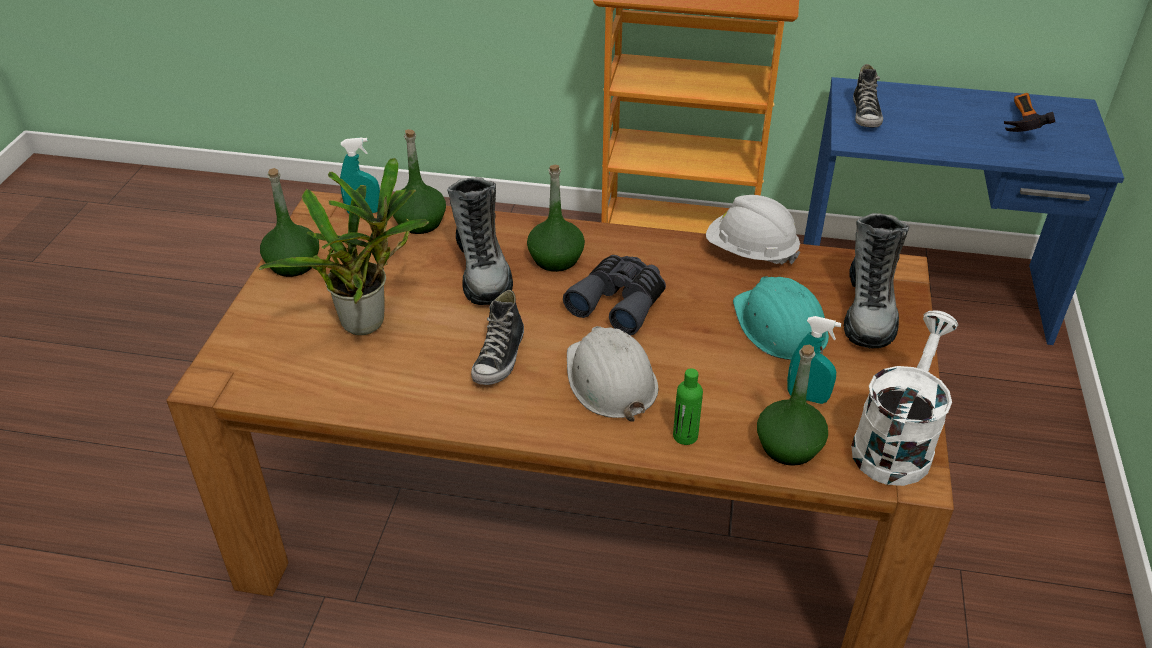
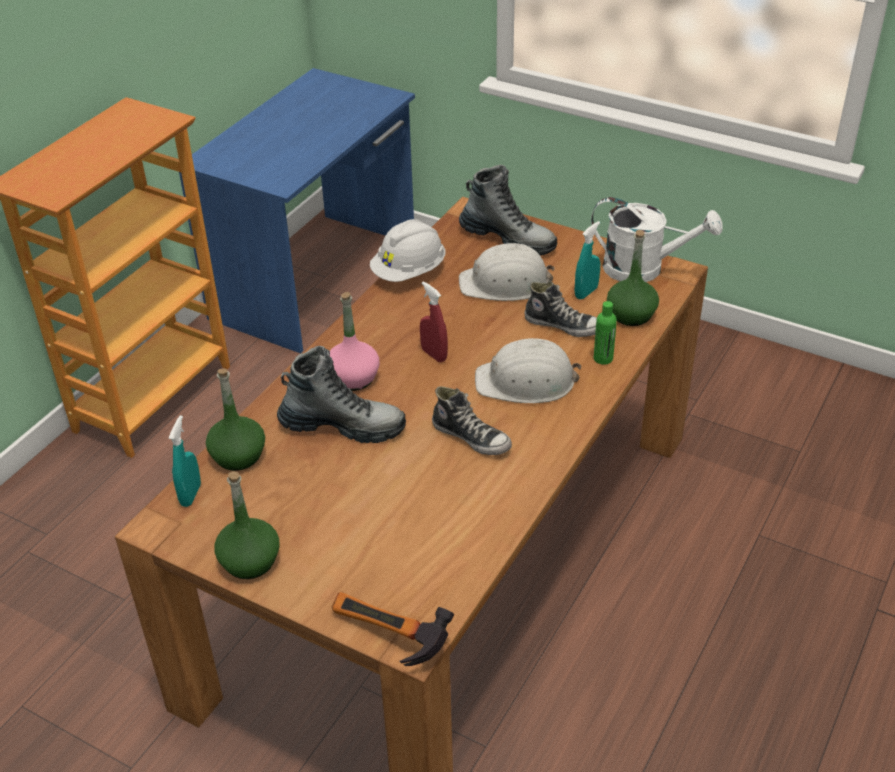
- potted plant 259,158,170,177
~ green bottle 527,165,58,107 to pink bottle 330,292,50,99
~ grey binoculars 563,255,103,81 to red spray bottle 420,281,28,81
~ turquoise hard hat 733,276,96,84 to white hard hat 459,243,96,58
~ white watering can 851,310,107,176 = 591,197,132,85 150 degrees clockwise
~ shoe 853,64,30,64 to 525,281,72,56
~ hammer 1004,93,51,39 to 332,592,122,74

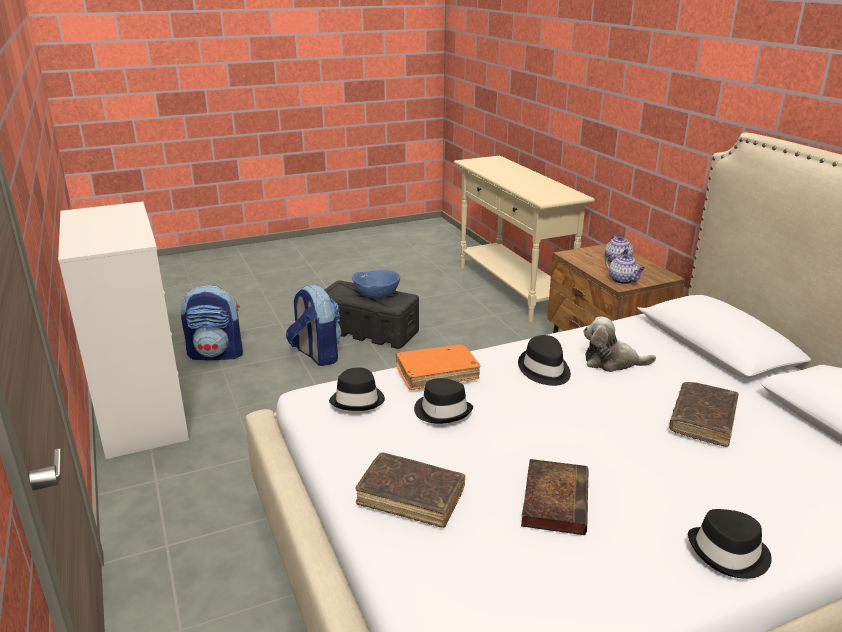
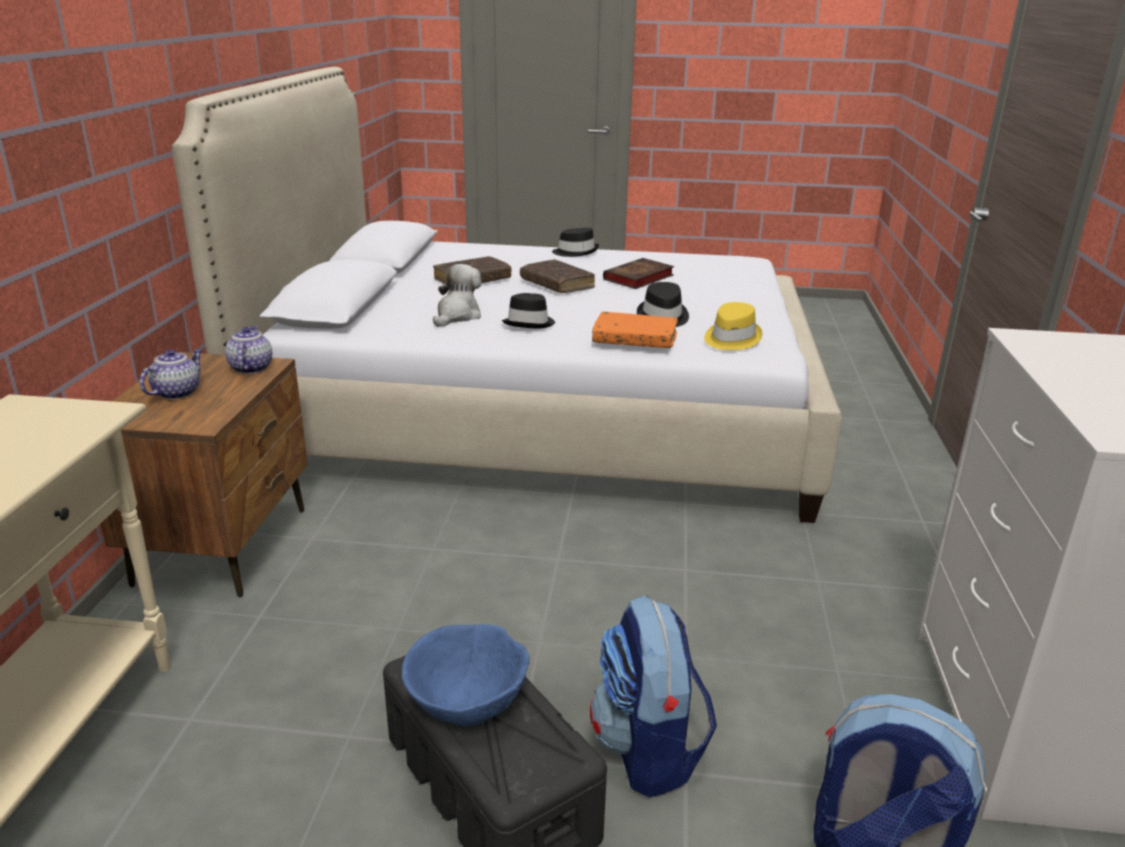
~ black hat 329,368,56,43 to yellow hat 704,302,58,48
~ brown book 355,452,111,76 to 520,259,75,34
~ plush toy 584,316,72,56 = 433,264,49,63 105 degrees counterclockwise

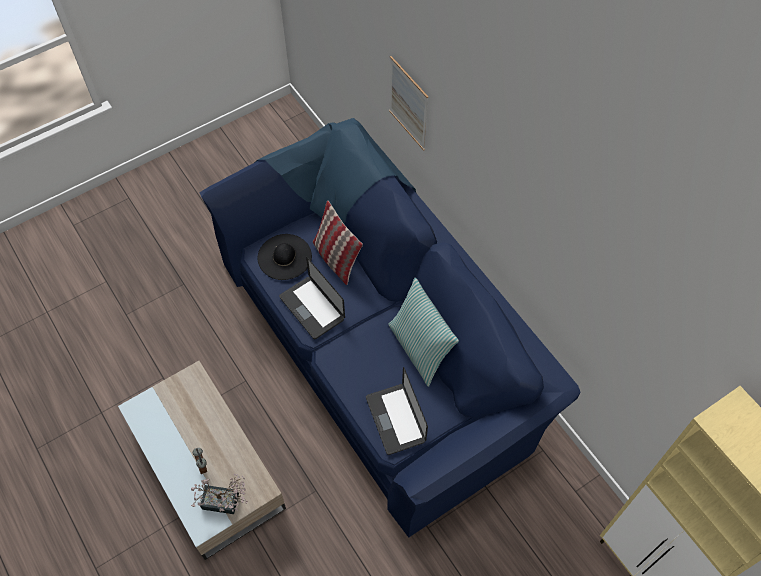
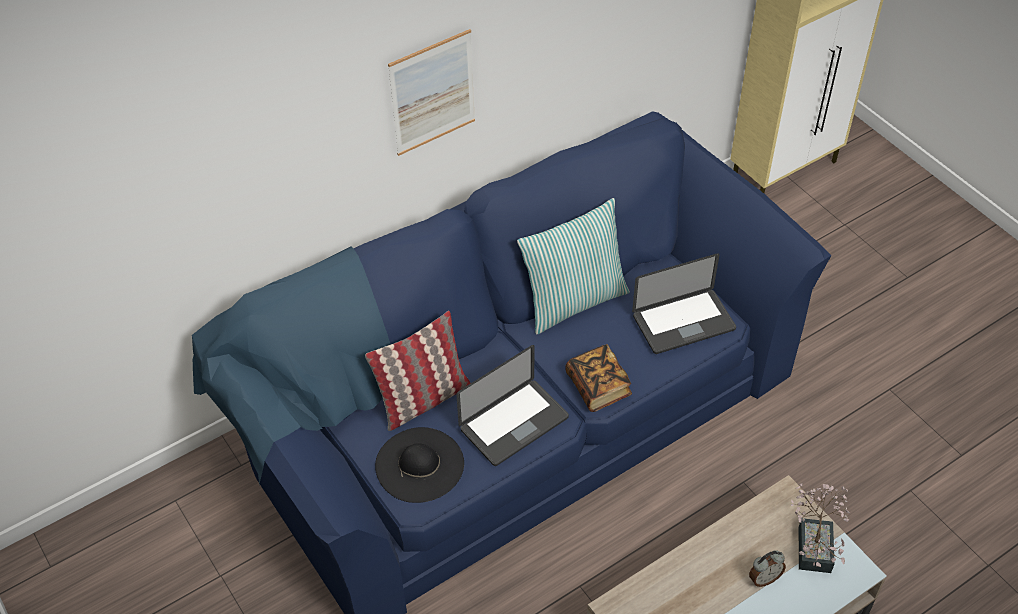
~ picture 389,56,39,95 to 388,29,87,127
+ book 565,344,67,68

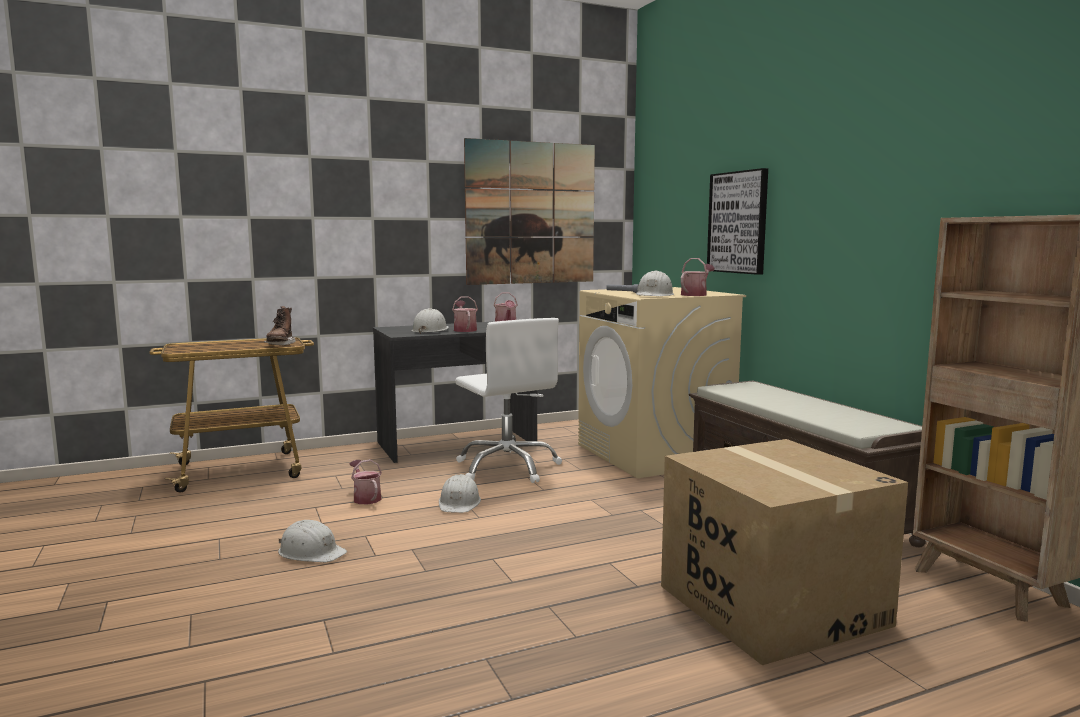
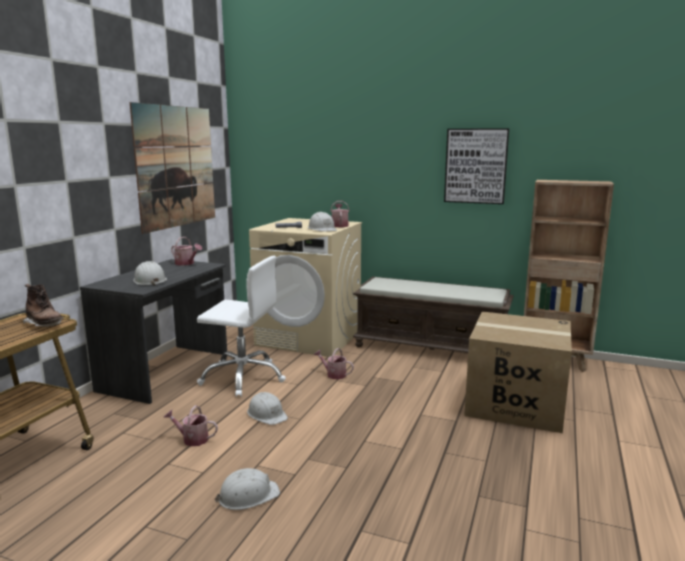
~ watering can 452,296,26,36 to 314,348,40,31
~ picture 707,168,61,107 to 444,128,65,76

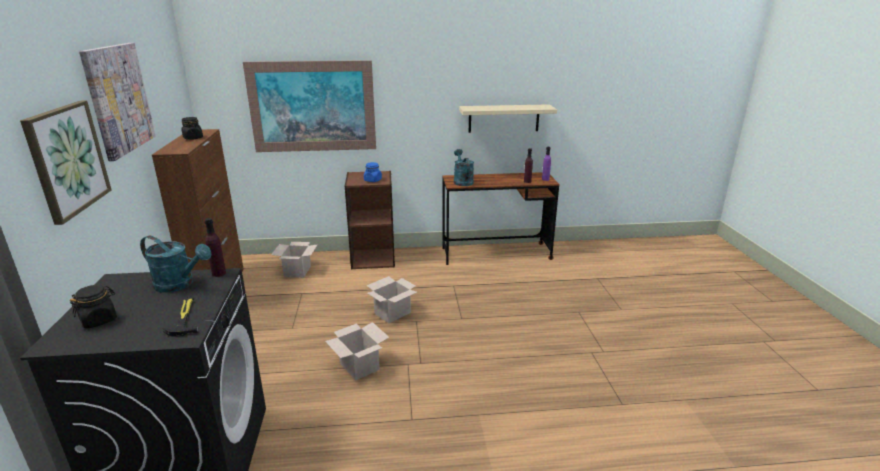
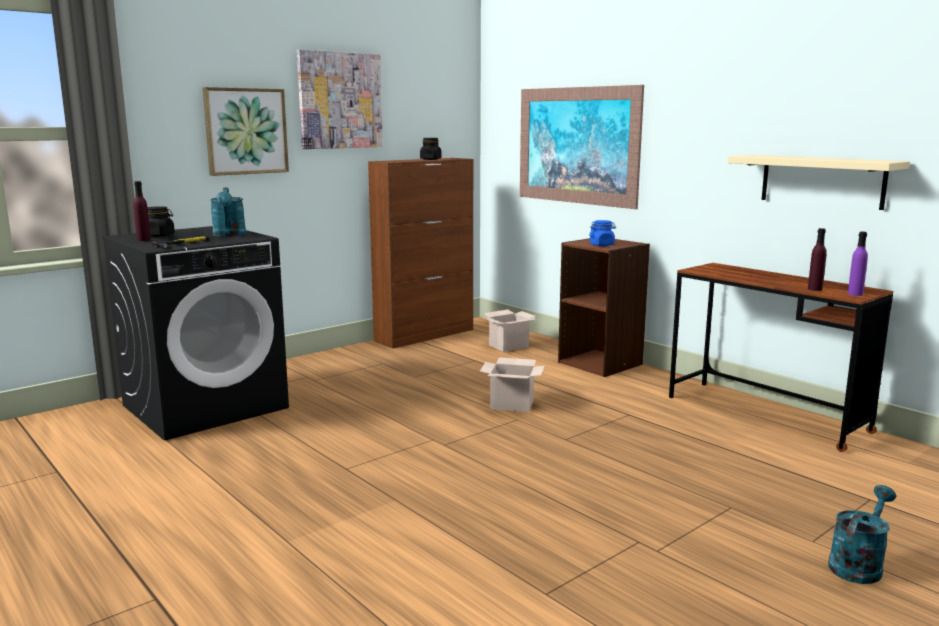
~ purple bottle 205,218,21,59 to 133,181,18,60
- cardboard box 325,322,64,59
~ turquoise watering can 454,149,20,37 to 828,485,68,99

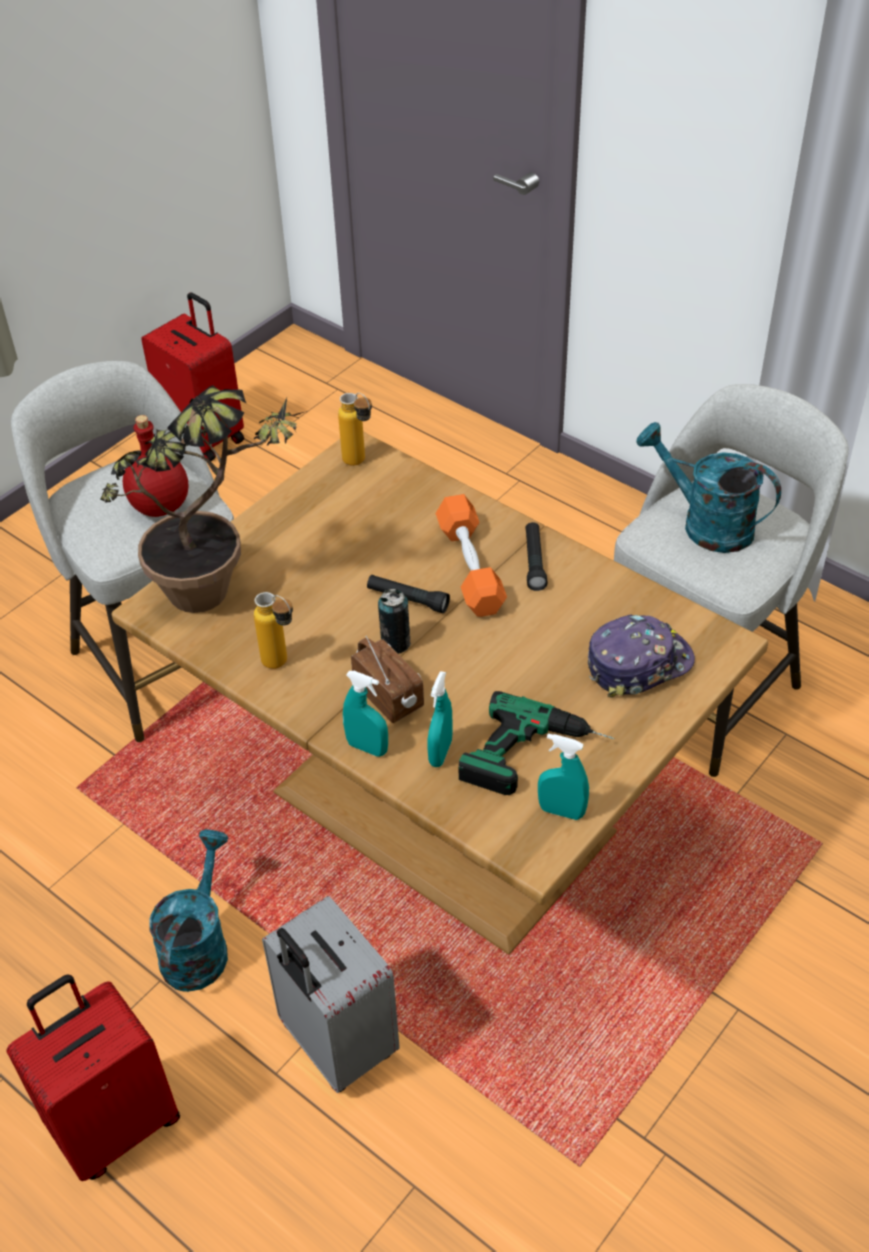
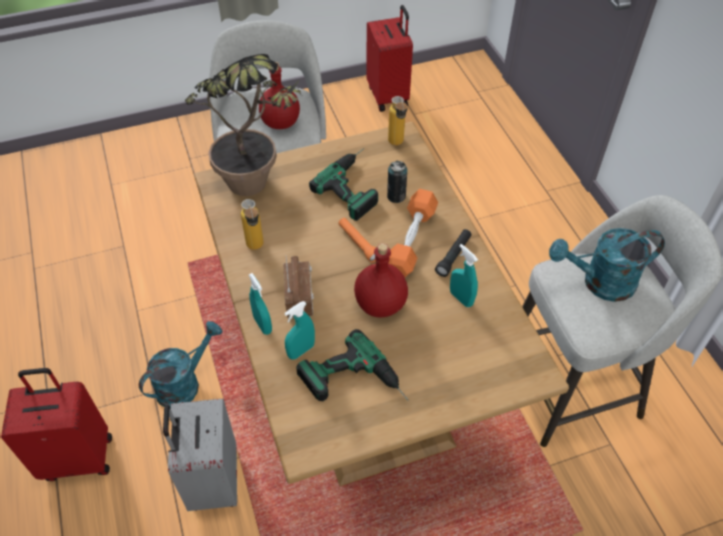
~ black flashlight 367,575,83,38 to orange flashlight 338,218,38,45
~ can 378,589,33,65 to 387,161,20,42
~ turquoise spray bottle 538,733,51,87 to 450,244,28,63
- cap 588,614,107,84
~ turquoise watering can 636,422,145,131 = 549,228,116,74 75 degrees counterclockwise
+ power drill 309,148,69,73
+ red bottle 354,243,54,75

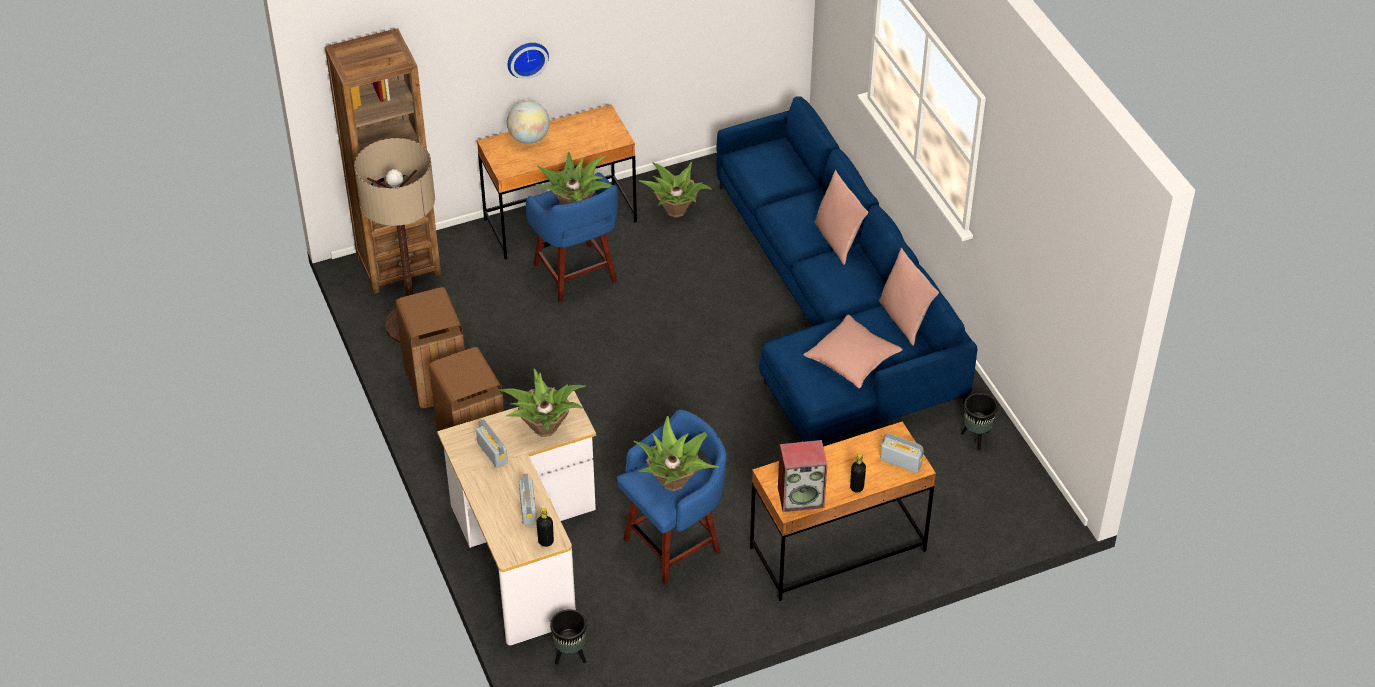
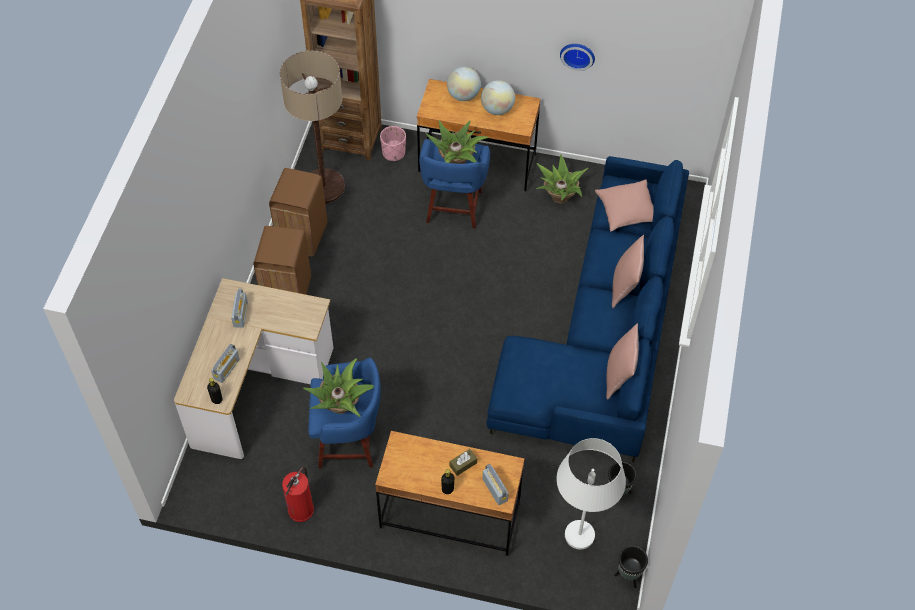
- potted plant 498,369,88,68
~ wall clock 508,43,41,36 to 560,44,35,27
~ black planter 550,609,37,55 to 614,546,34,42
- speaker 778,440,50,72
~ pink pillow 803,315,100,73 to 595,179,59,52
+ fire extinguisher 282,467,32,55
+ pink planter 380,126,26,35
+ brown tissue box 450,449,27,27
+ globe 481,80,34,35
+ white floor lamp 557,438,69,111

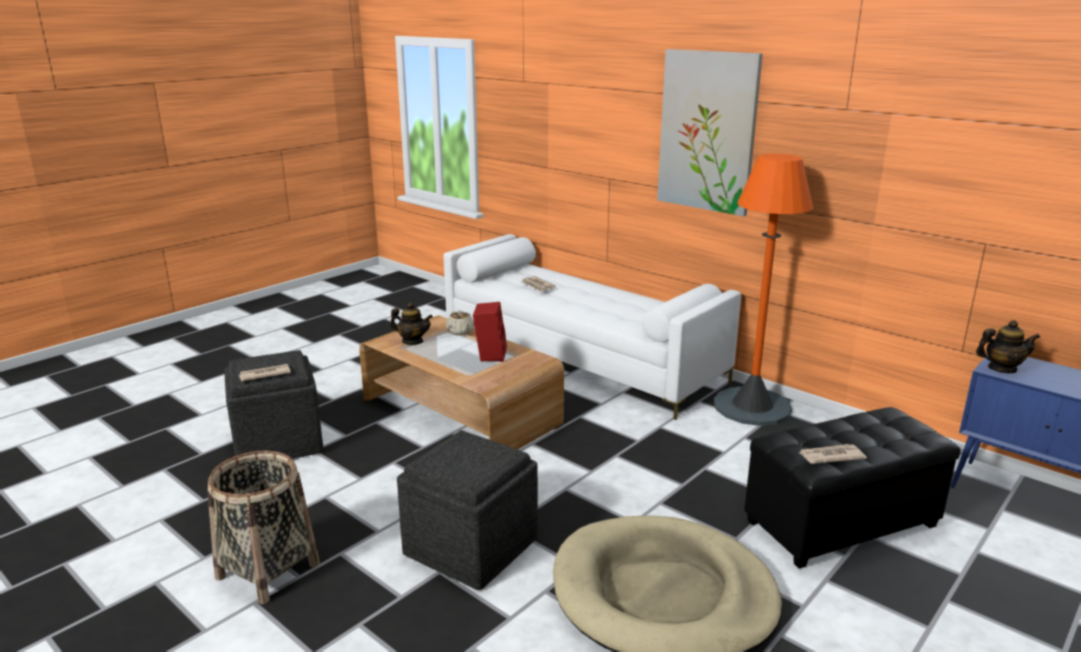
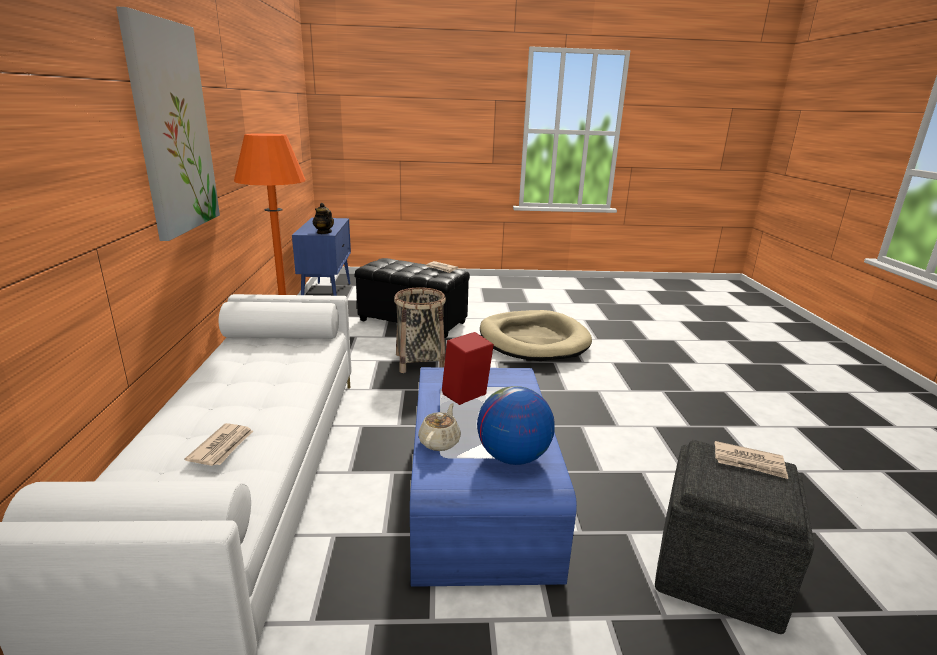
~ basket 207,450,113,154 to 394,287,52,86
~ brown coffee table 359,315,205,135 to blue coffee table 410,367,167,220
~ teapot 390,302,43,43 to globe 477,386,78,79
- grey ottoman 397,430,141,160

